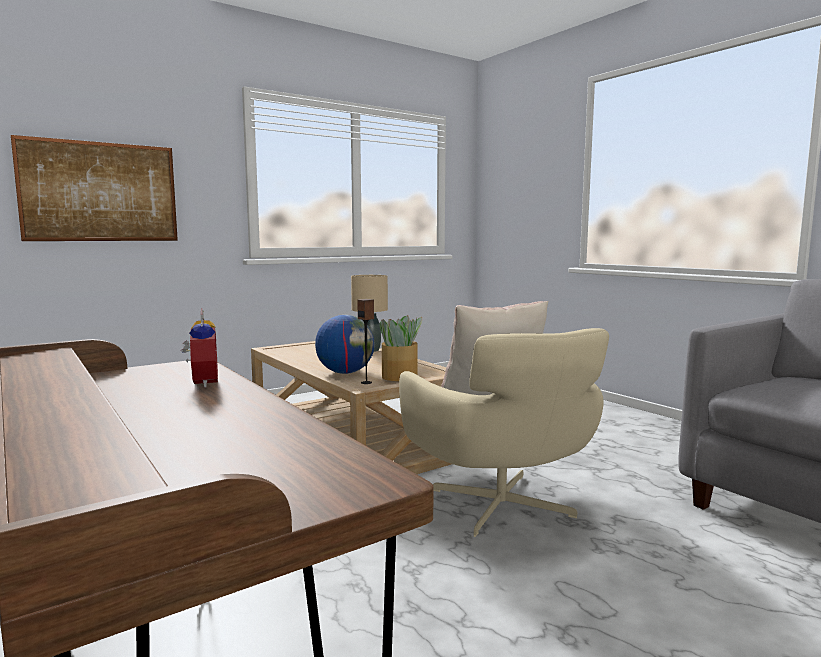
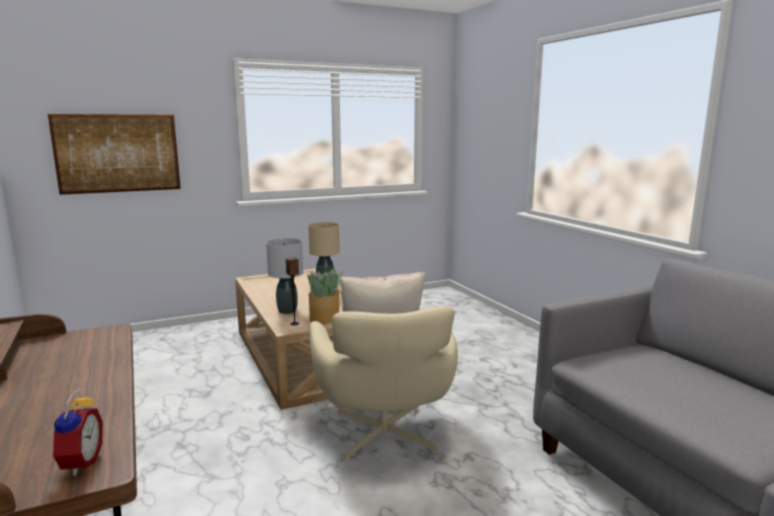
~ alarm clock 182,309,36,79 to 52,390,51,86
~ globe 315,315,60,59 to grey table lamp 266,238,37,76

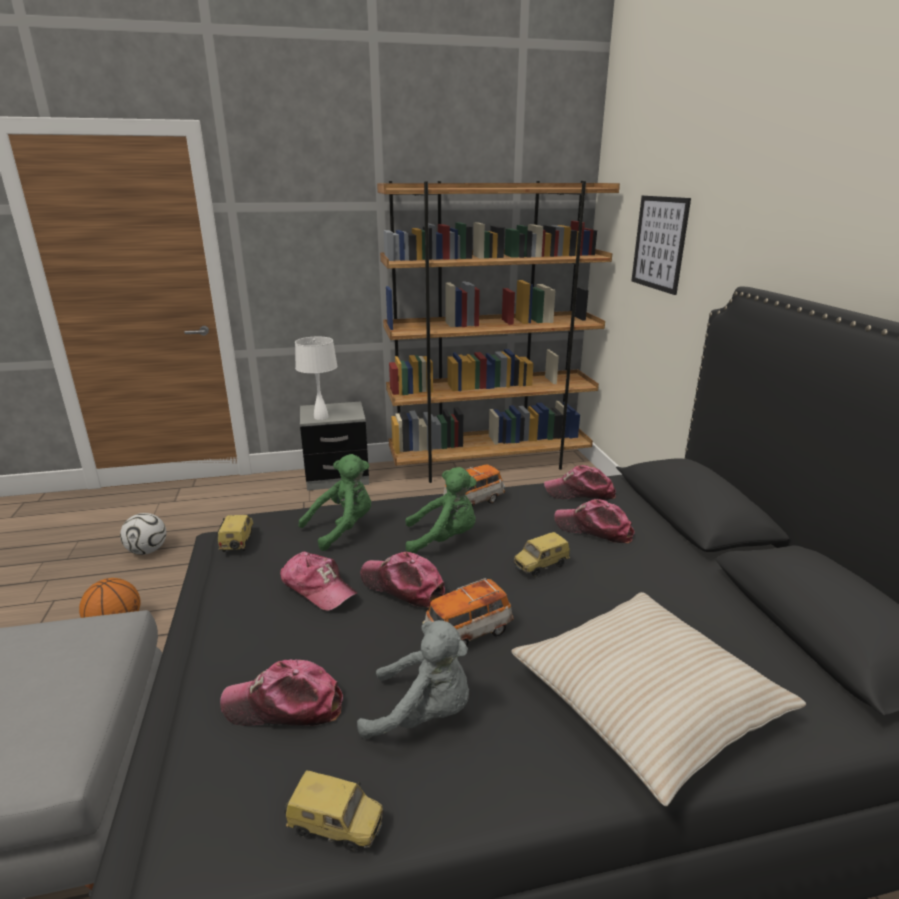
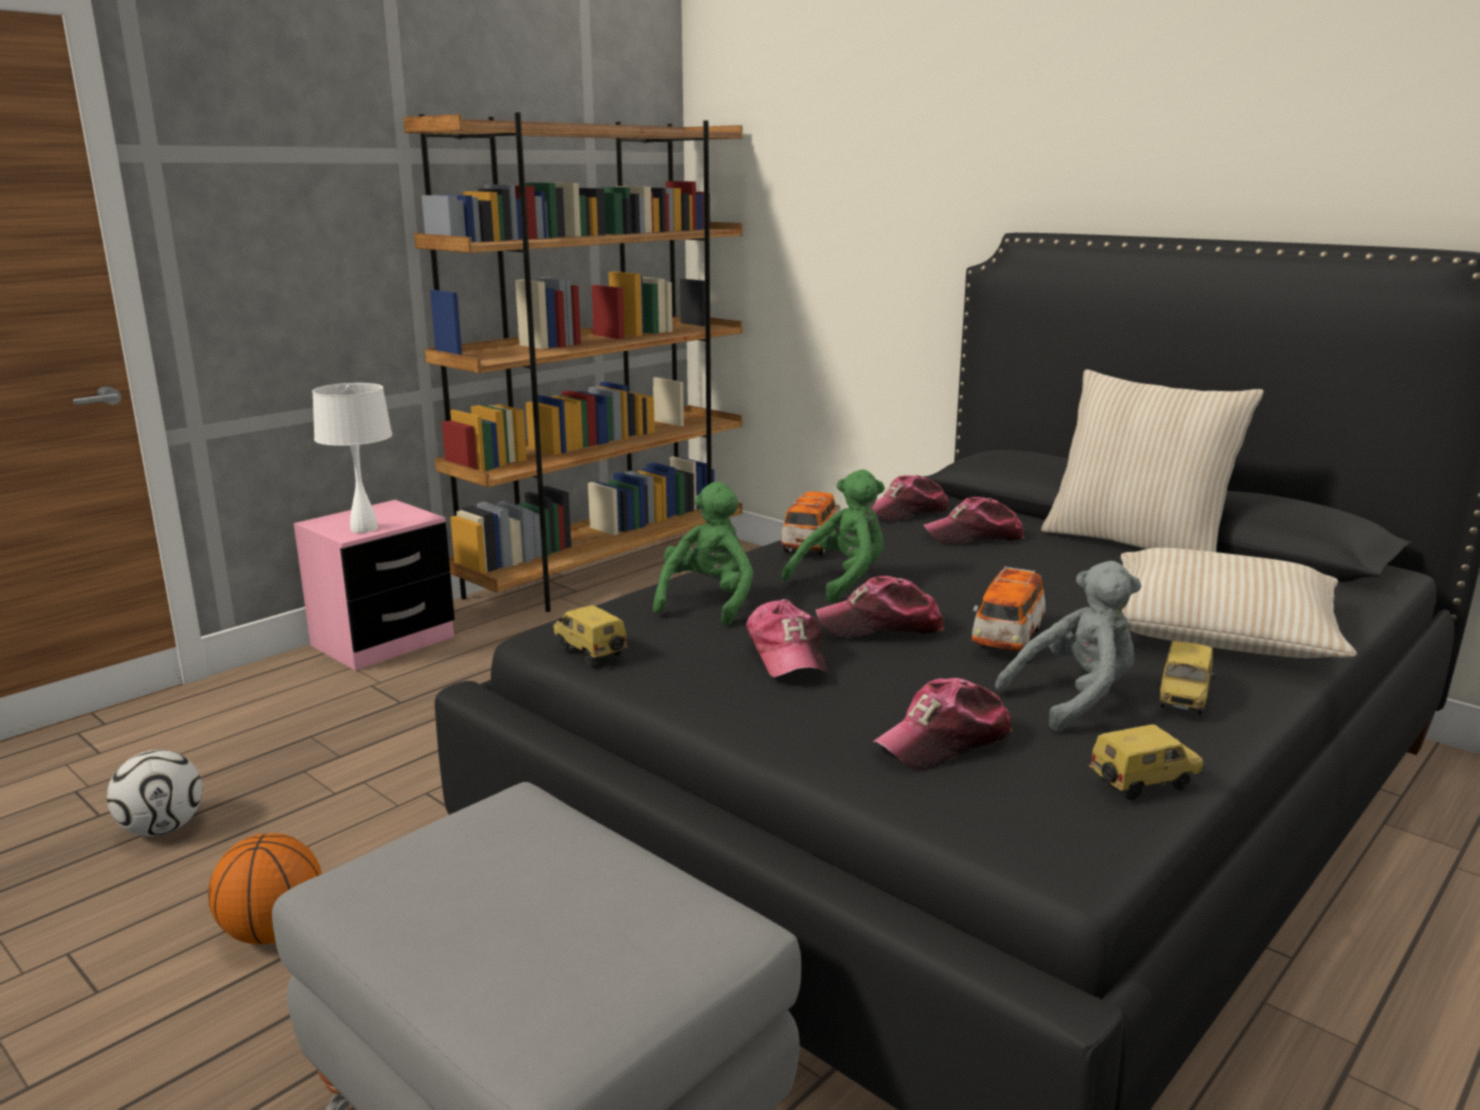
~ cap 280,551,78,60 = 746,599,82,78 75 degrees clockwise
~ grey nightstand 300,401,69,90 to pink nightstand 294,500,161,171
~ toy car 513,532,57,44 to 1159,641,56,73
- picture 631,196,60,99
+ beige pillow 1041,369,223,183

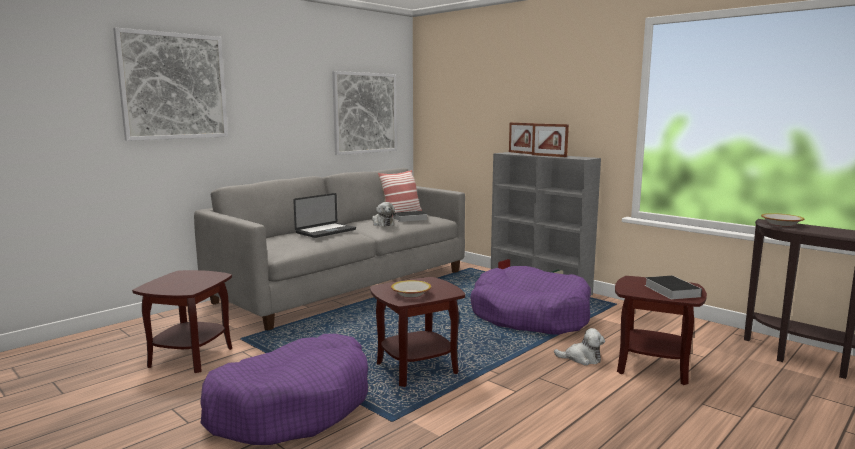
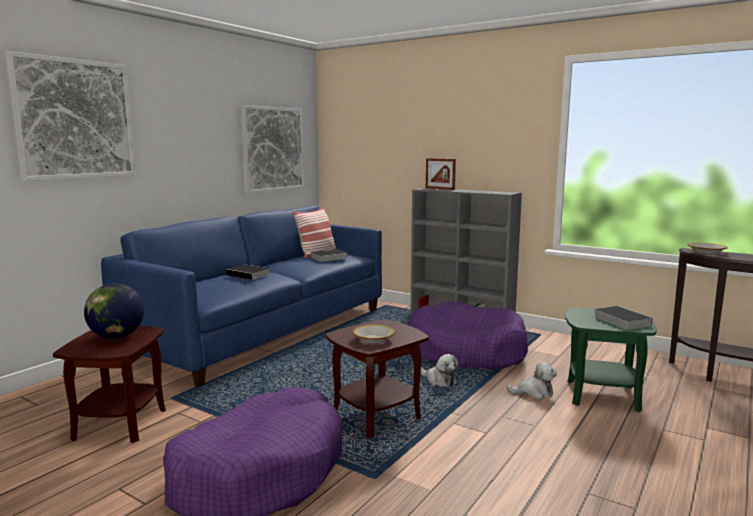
~ grey sofa 194,168,271,162 to blue sofa 101,206,281,180
~ laptop 293,193,63,45 to book 226,265,44,16
~ plush toy 372,202,23,25 to 421,354,37,33
- picture frame 532,124,37,33
~ brown side table 615,276,92,109 to green side table 565,308,92,104
+ globe 84,283,61,56

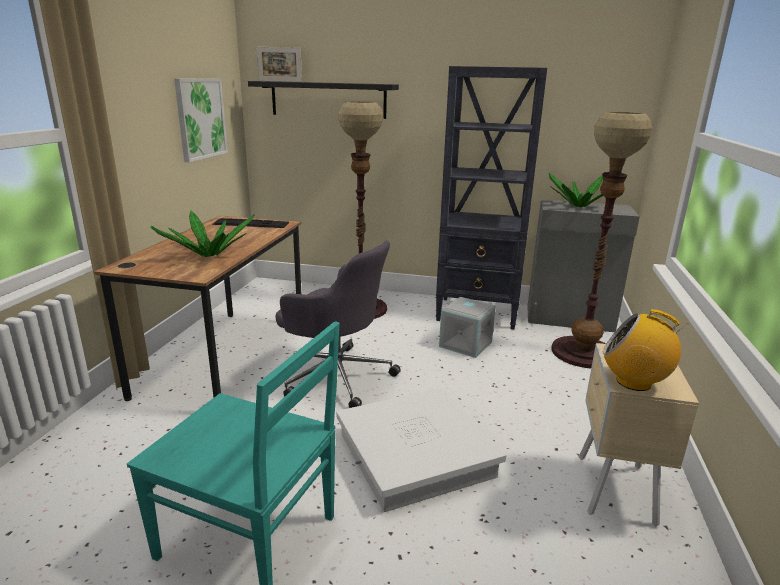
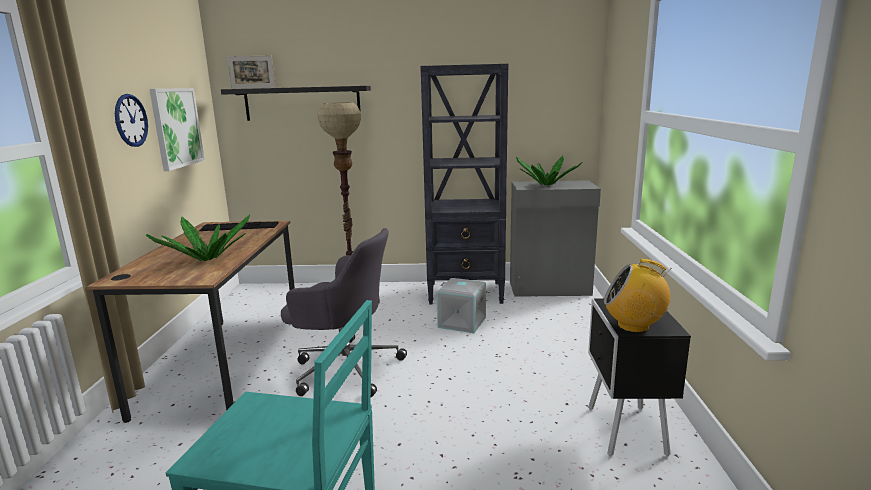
- white storage box 336,388,170,124
- floor lamp 551,112,102,256
~ beige nightstand 579,343,120,184 to black nightstand 588,298,103,159
+ wall clock 115,94,33,53

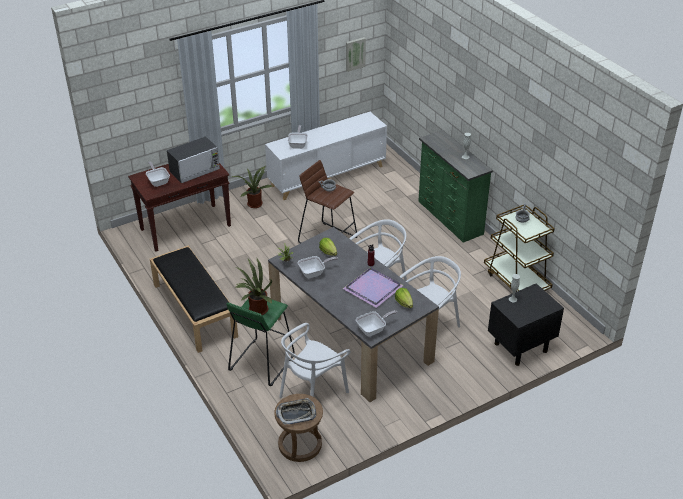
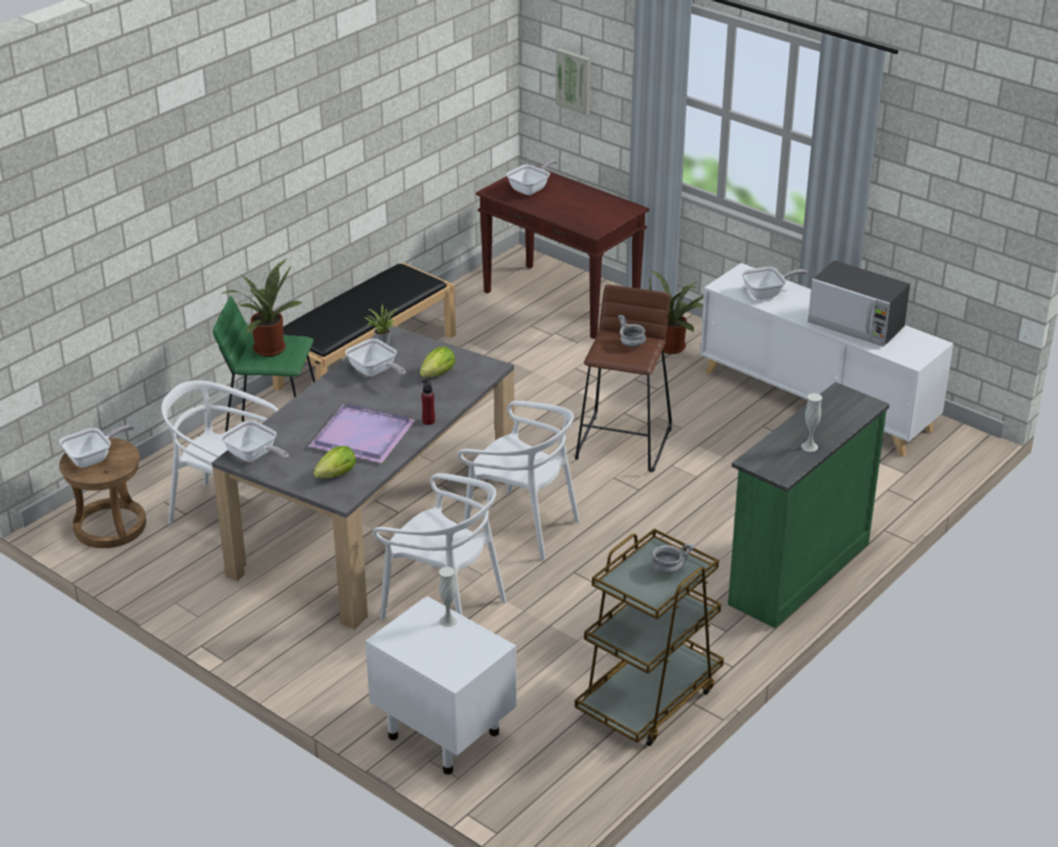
~ microwave 167,136,53,47 to 808,260,102,87
~ tray 276,398,40,27 to frying pan 59,425,75,43
~ picture 346,37,20,35 to 556,48,35,67
~ black nightstand 488,284,76,82 to white nightstand 365,596,152,178

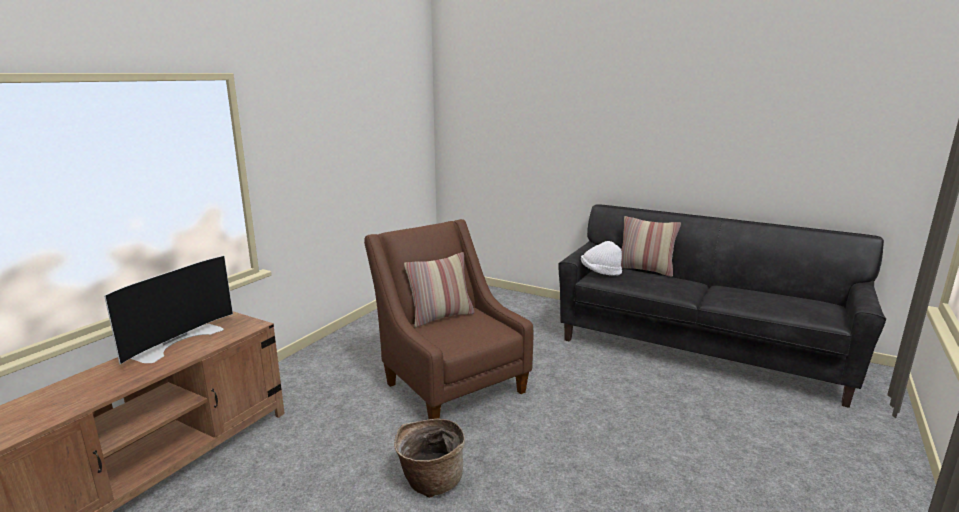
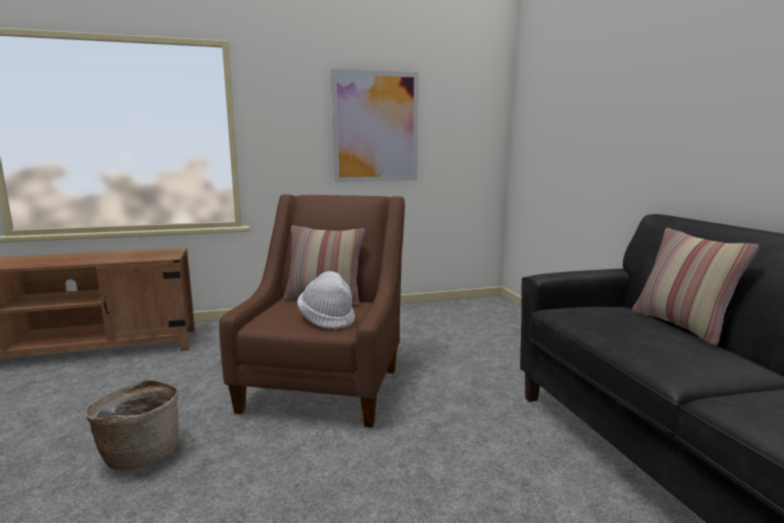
- television 104,255,129,110
~ white hat 581,241,41,35 to 297,271,58,58
+ picture 331,69,87,113

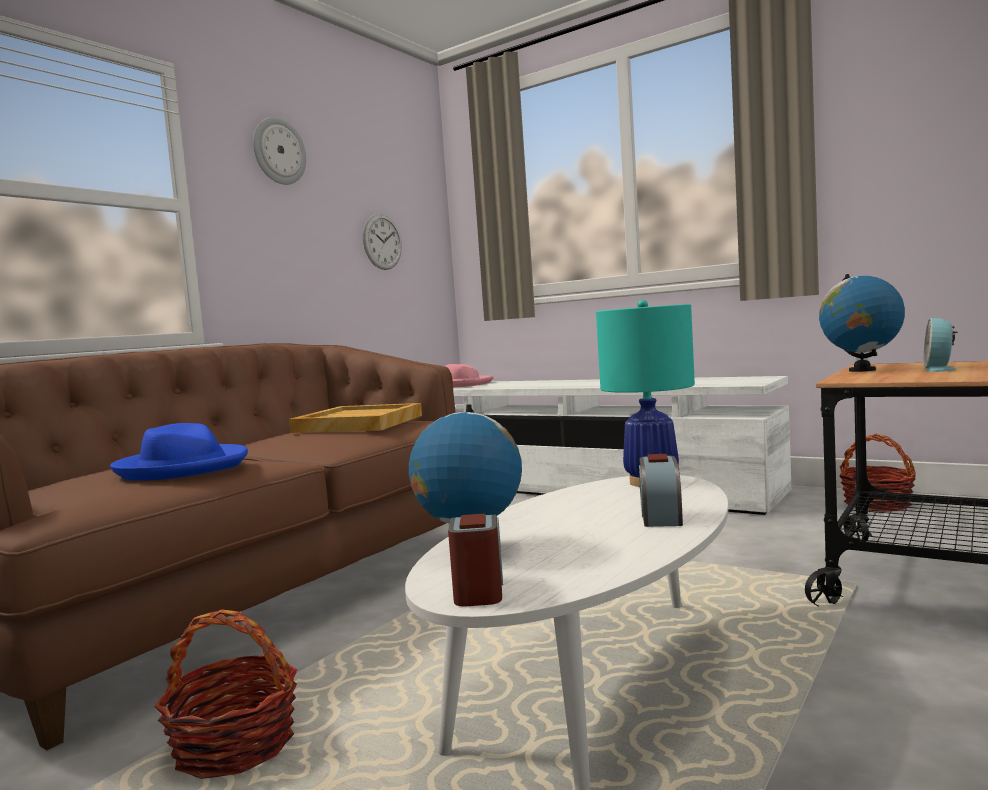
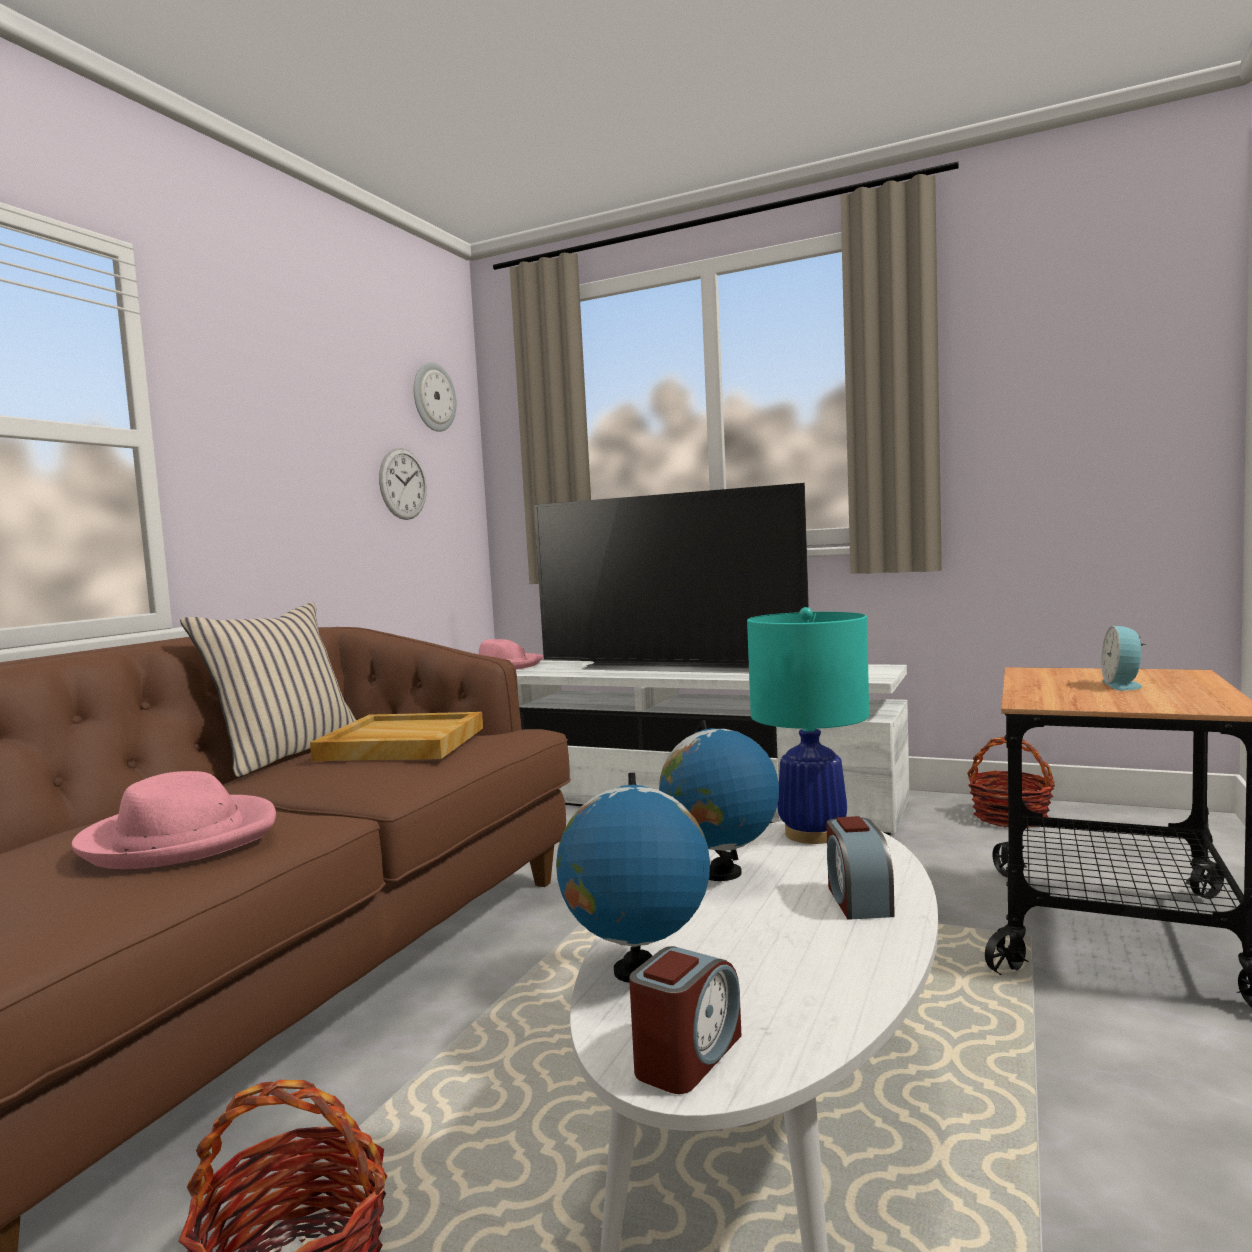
~ blue hat 110,423,138,58 to pink hat 72,771,204,98
~ wall clock 253,117,53,68 to 414,362,43,70
~ alarm clock 448,514,55,93 = 629,946,113,148 45 degrees clockwise
~ globe 819,274,86,98 to 659,720,120,161
+ beige pillow 180,602,176,175
+ television 534,483,275,190

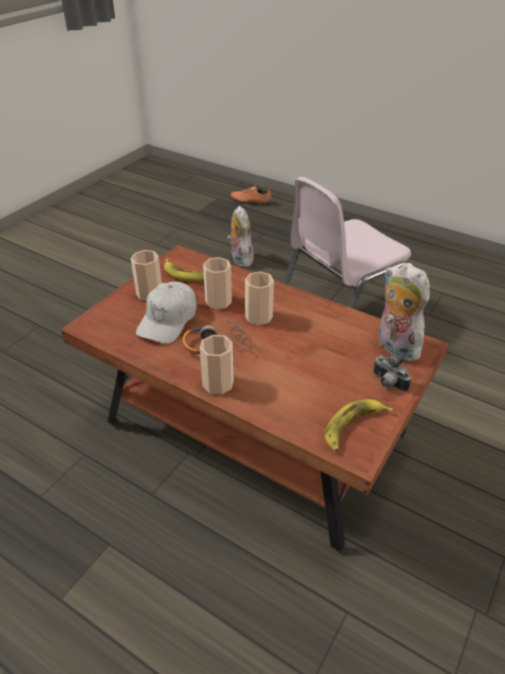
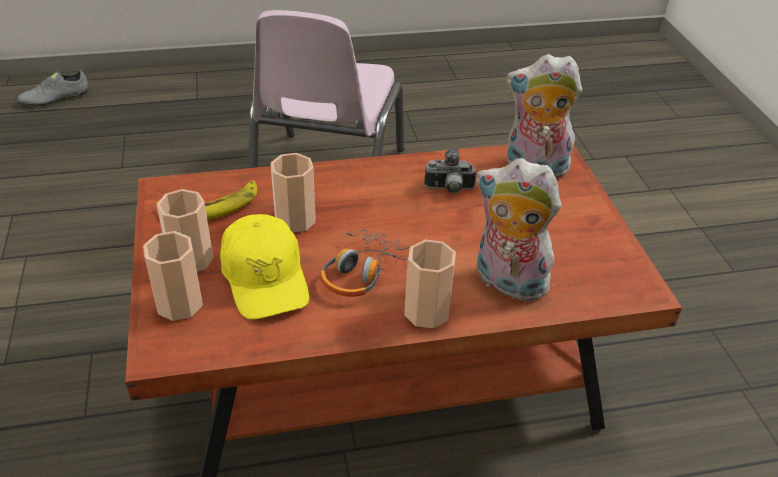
~ white cap 136,282,61,62 to yellow cap 220,214,89,106
~ plush toy 227,206,27,61 to 475,158,86,143
~ orange shoe 231,186,40,19 to grey shoe 18,70,70,37
~ cup 245,272,29,53 to 143,231,60,90
- banana 325,399,68,52
~ photo camera 373,354,39,38 to 424,147,53,46

